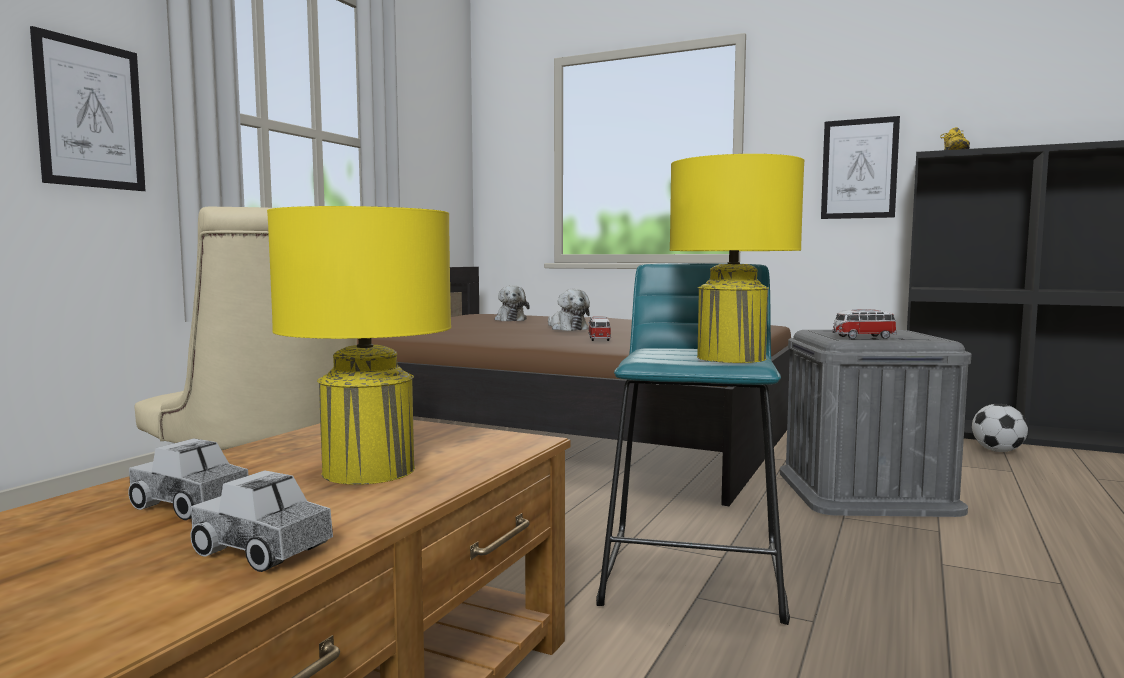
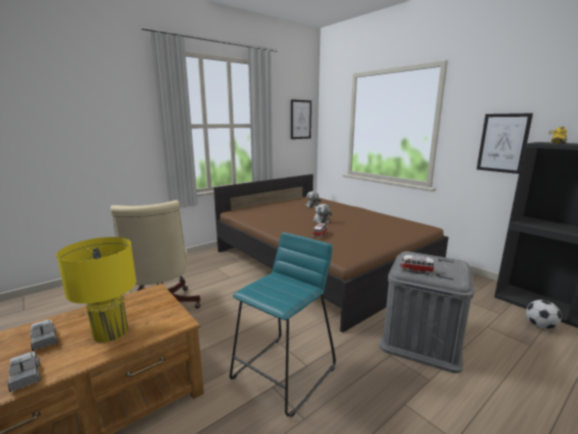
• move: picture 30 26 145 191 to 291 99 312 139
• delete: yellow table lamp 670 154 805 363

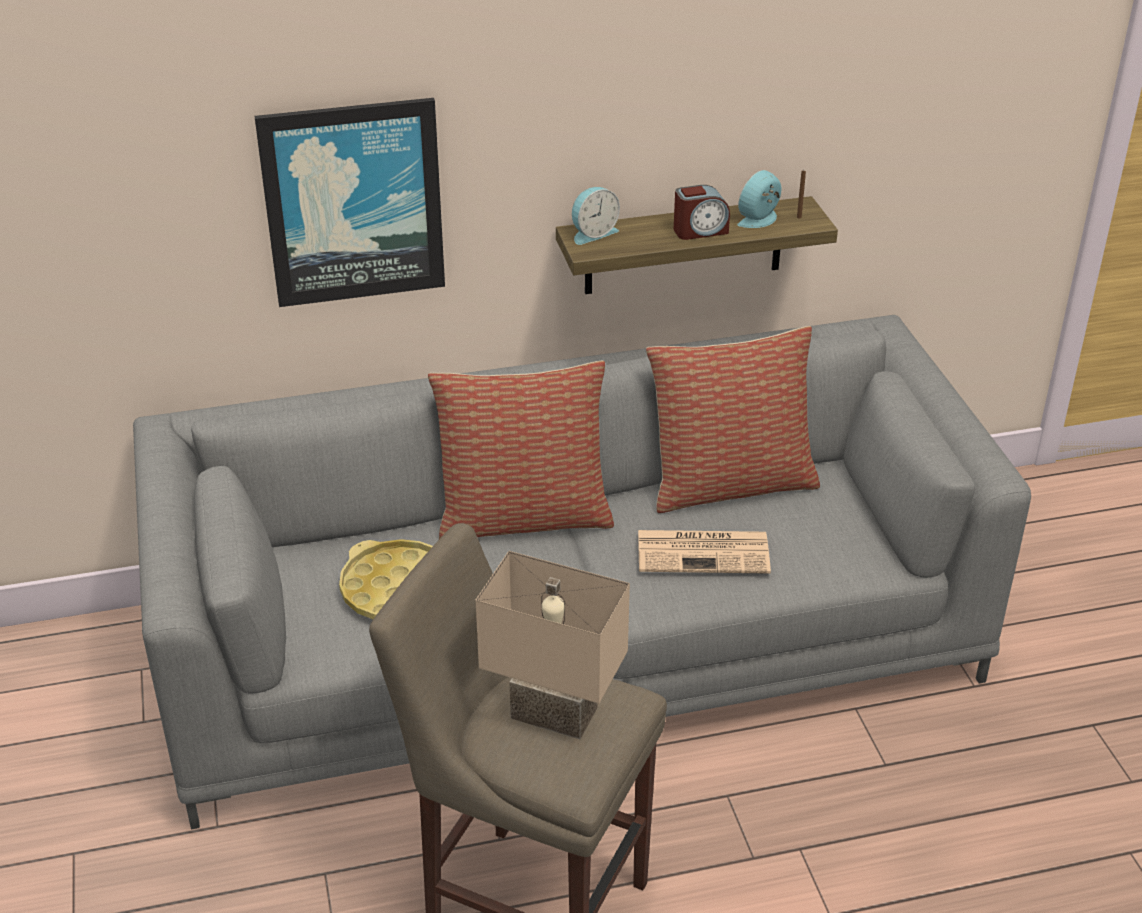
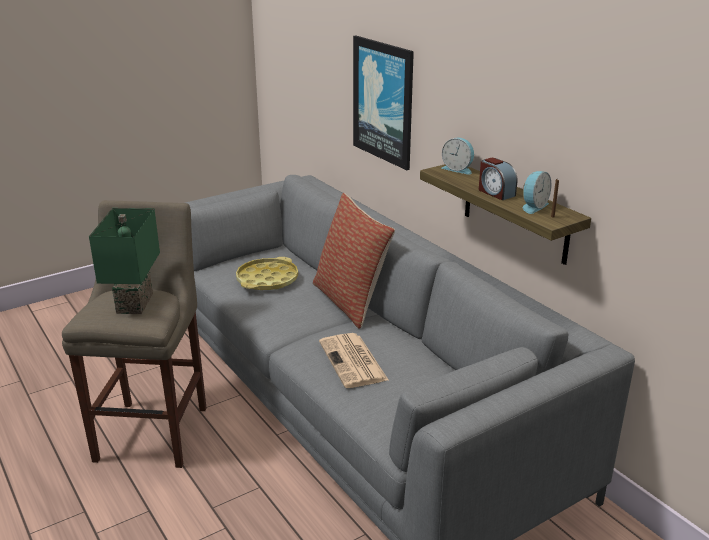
• rotate: alarm clock 737 170 781 228 = 523 171 551 214 105 degrees clockwise
• delete: pillow 646 326 820 513
• recolor: beige table lamp 476 551 630 739 to green table lamp 89 208 160 314

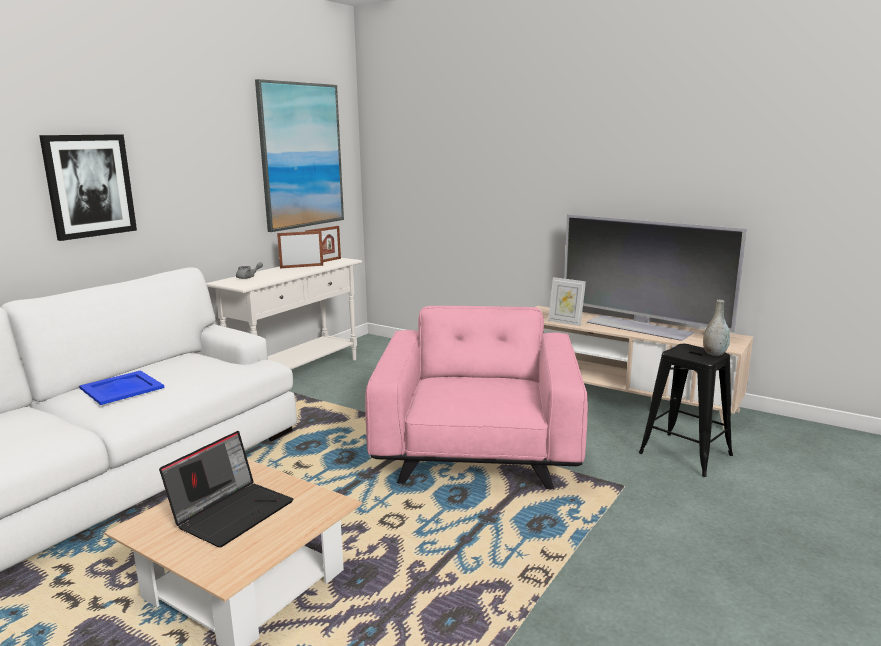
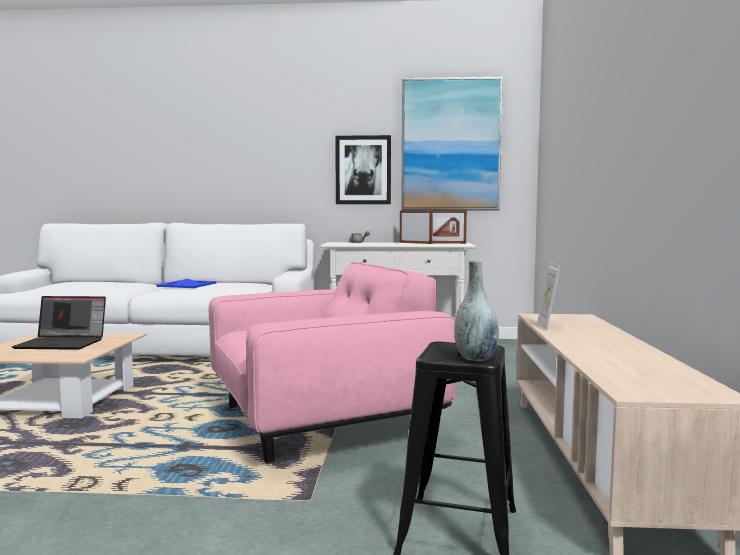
• move: picture 39 134 137 241 to 335 135 391 204
• delete: television 564 214 747 341

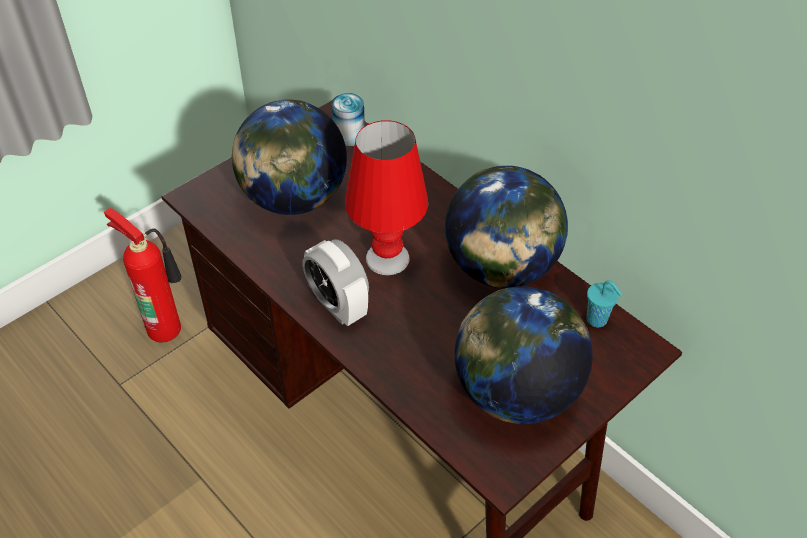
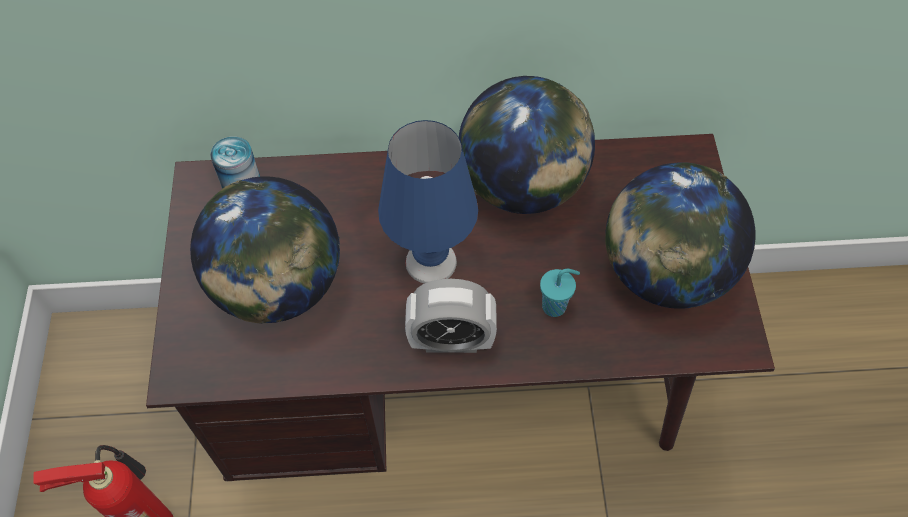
• recolor: red table lamp 345 120 428 275 to blue table lamp 378 120 478 284
• move: turquoise cup 586 280 622 328 to 540 269 580 317

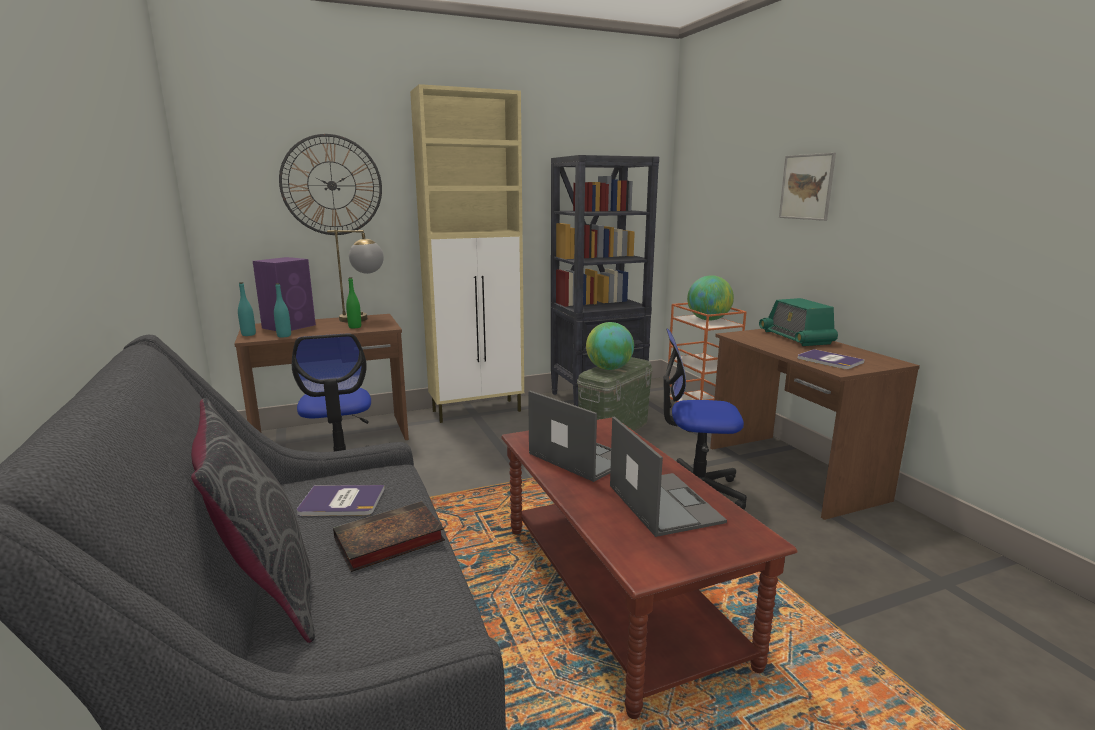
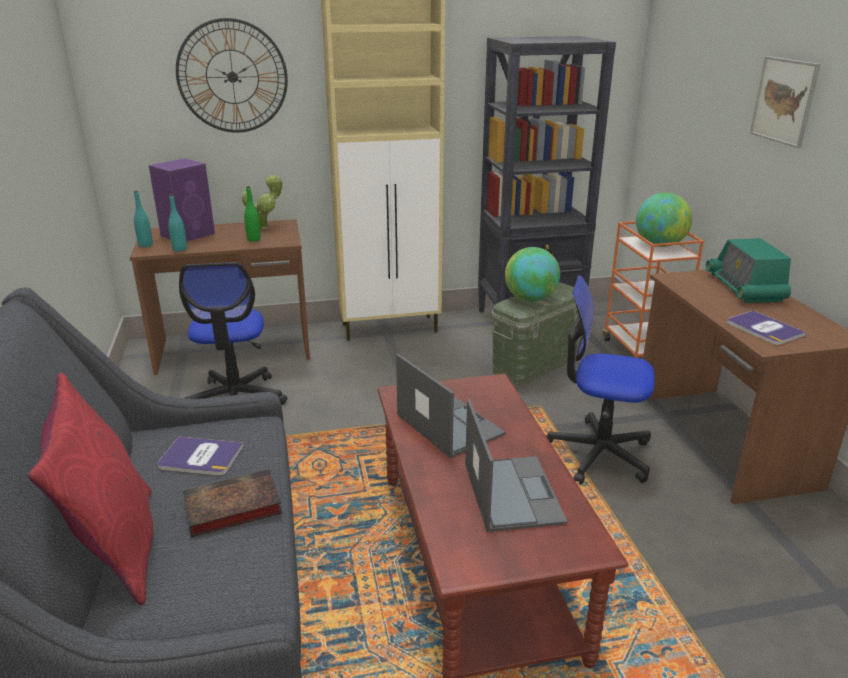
• replace: table lamp 327 230 384 322 to potted plant 242 175 283 229
• recolor: grey pillow 191 398 315 643 to red pillow 28 373 153 605

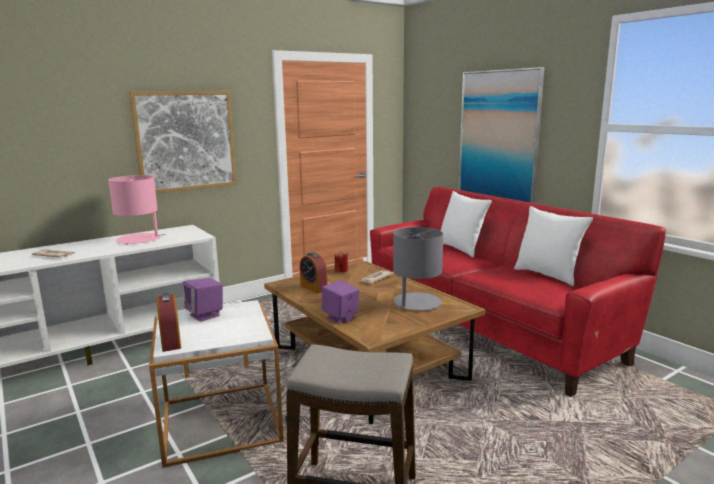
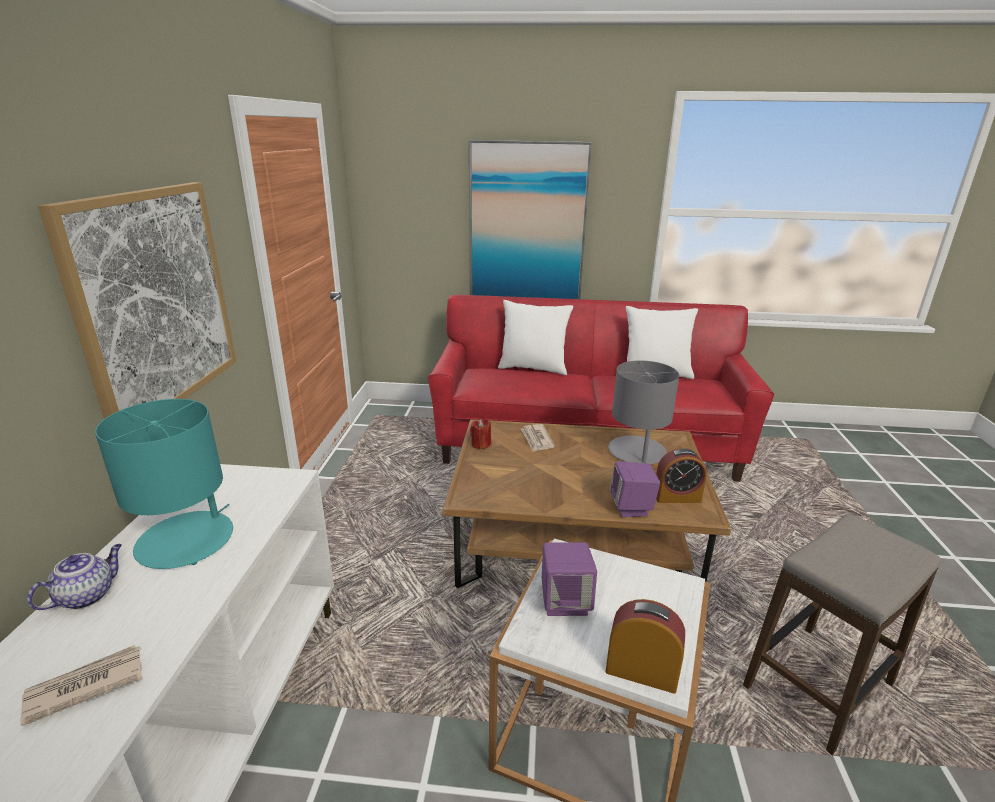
• recolor: pink table lamp 108 175 166 245 to turquoise table lamp 95 399 233 569
• move: alarm clock 300 252 328 293 to 656 448 707 503
• insert: teapot 27 544 122 610

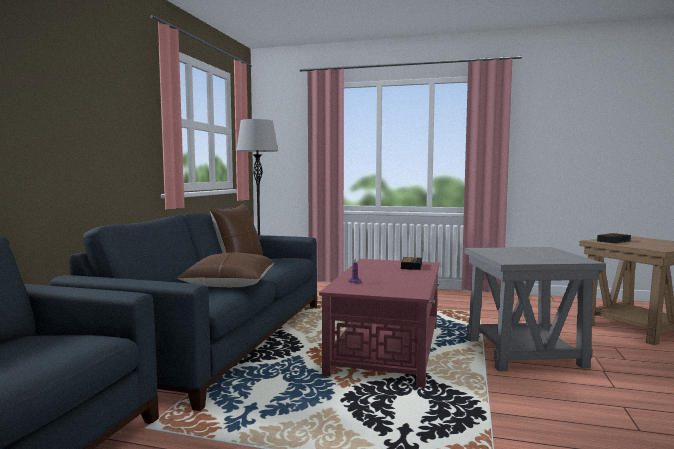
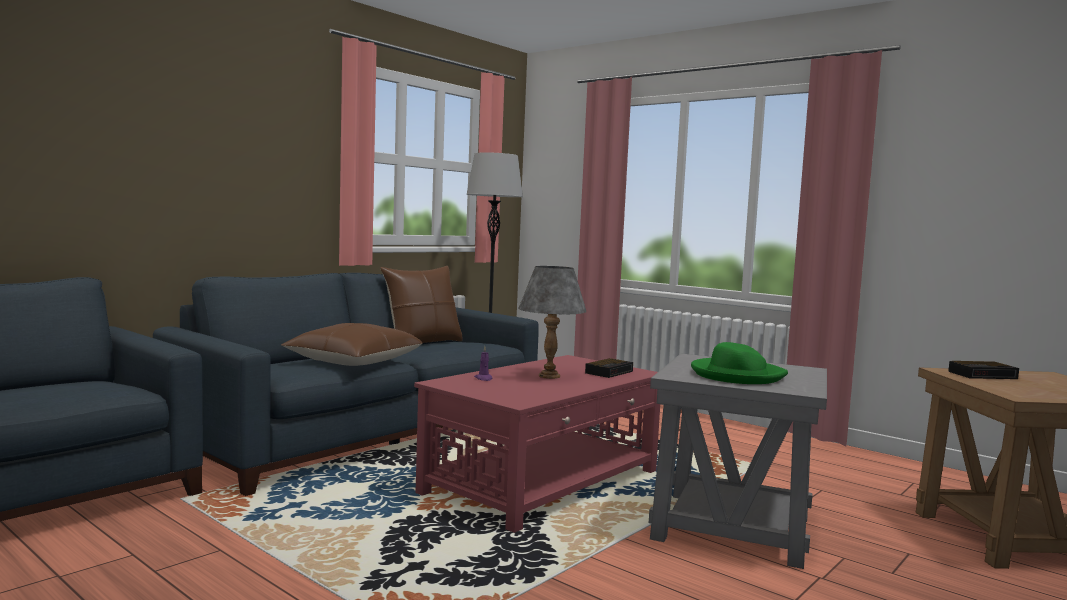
• insert: grey table lamp 518 266 587 379
• insert: green hat 691 342 788 384

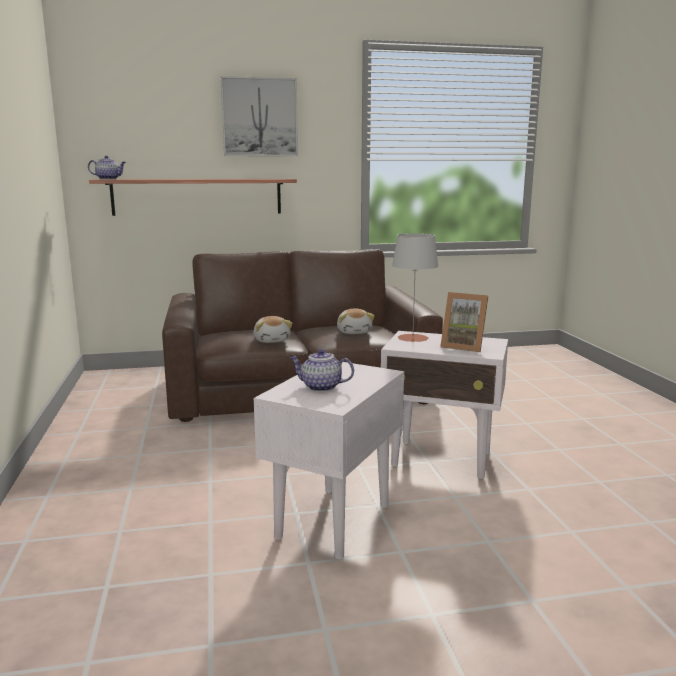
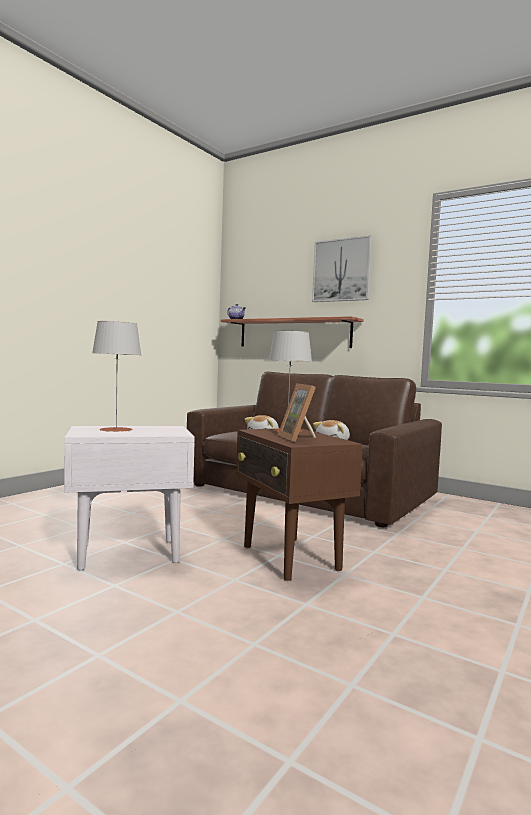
• recolor: white side table 381 331 508 479 to brown side table 236 428 363 581
• replace: teapot 290 349 354 392 to grey table lamp 92 321 141 432

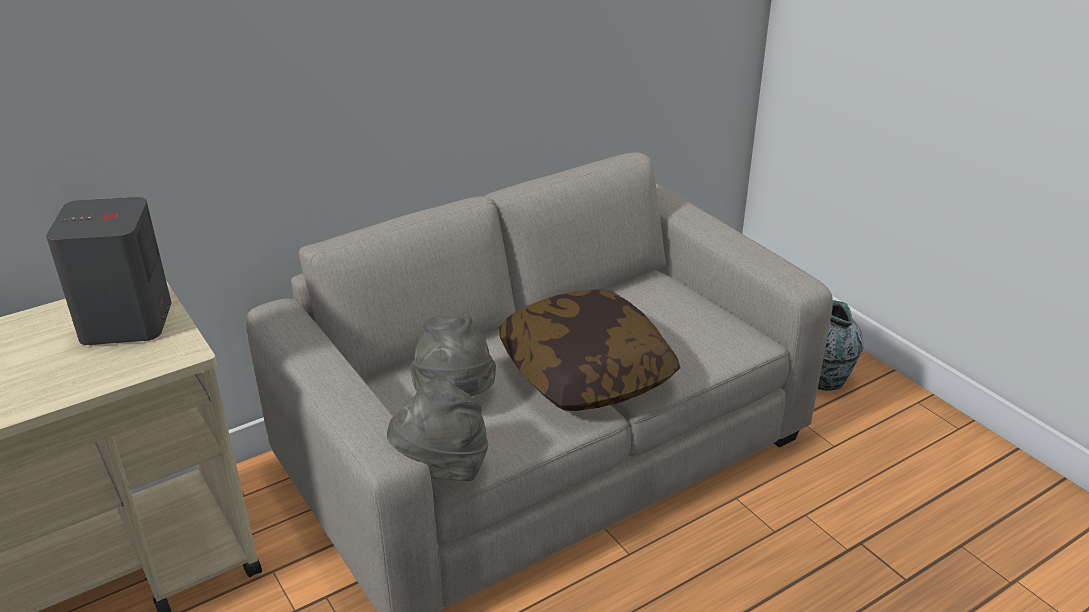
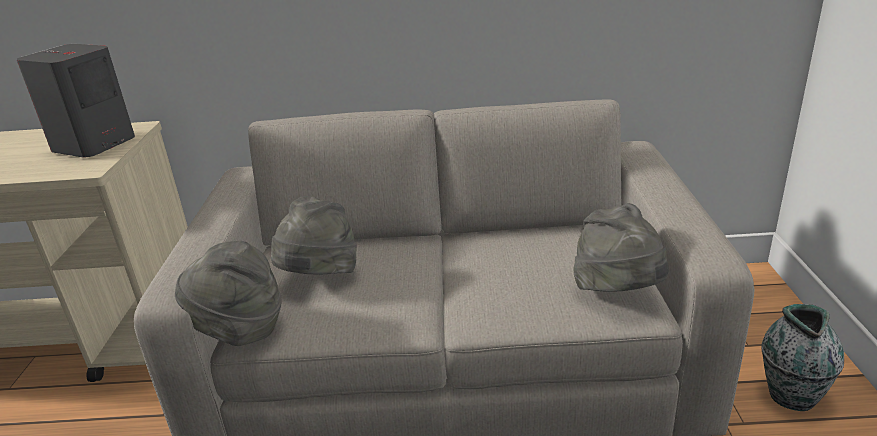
• delete: pillow 499 289 681 411
• insert: grey hat 574 203 669 292

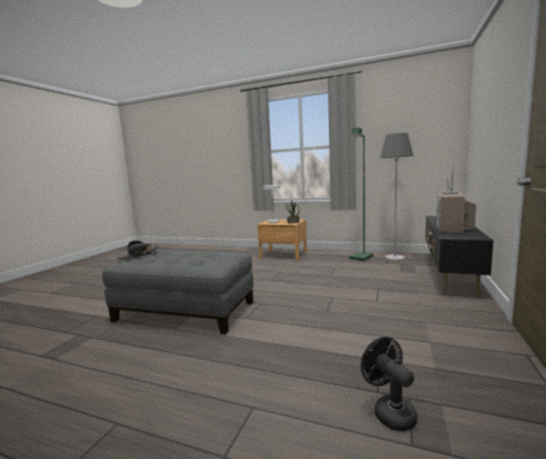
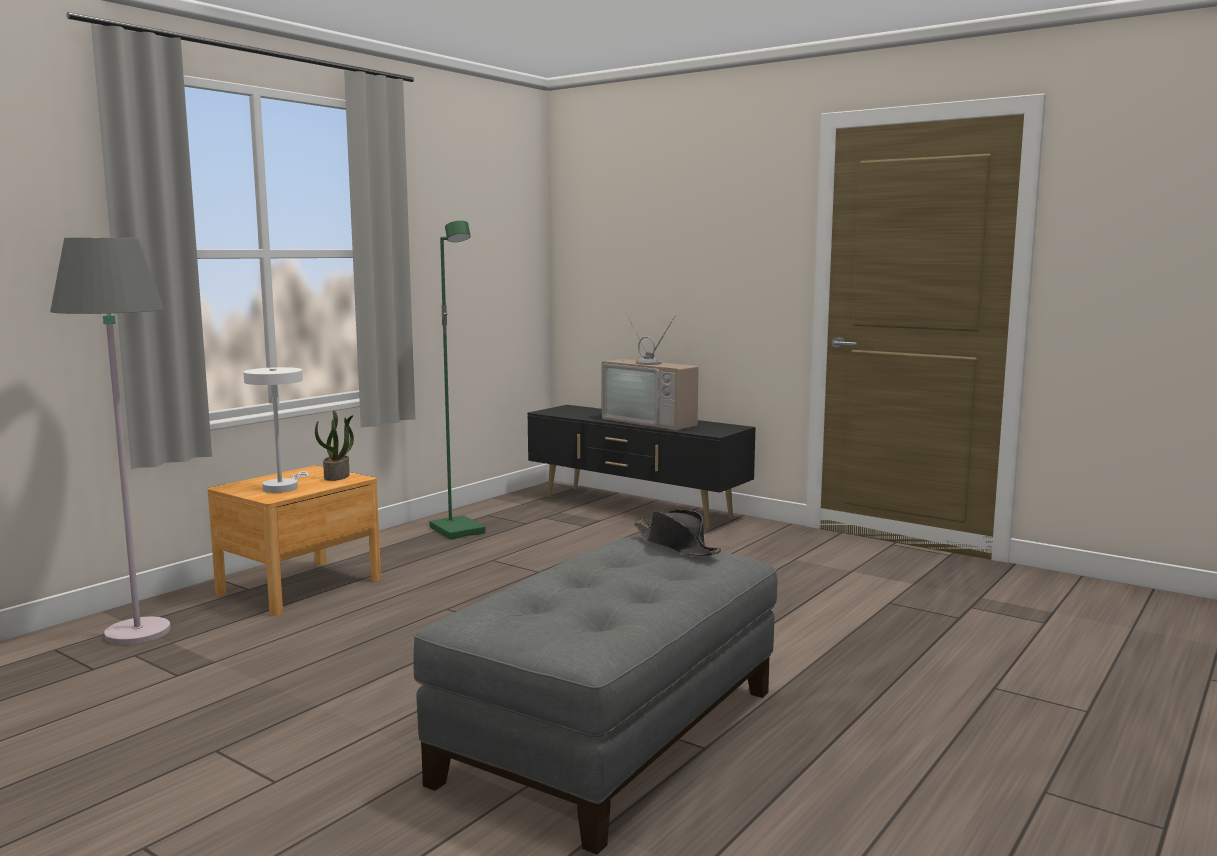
• move: grey floor lamp 380 133 413 261 to 50 237 171 645
• move: black hat 117 241 159 259 to 634 509 722 556
• delete: black fan 361 337 418 431

